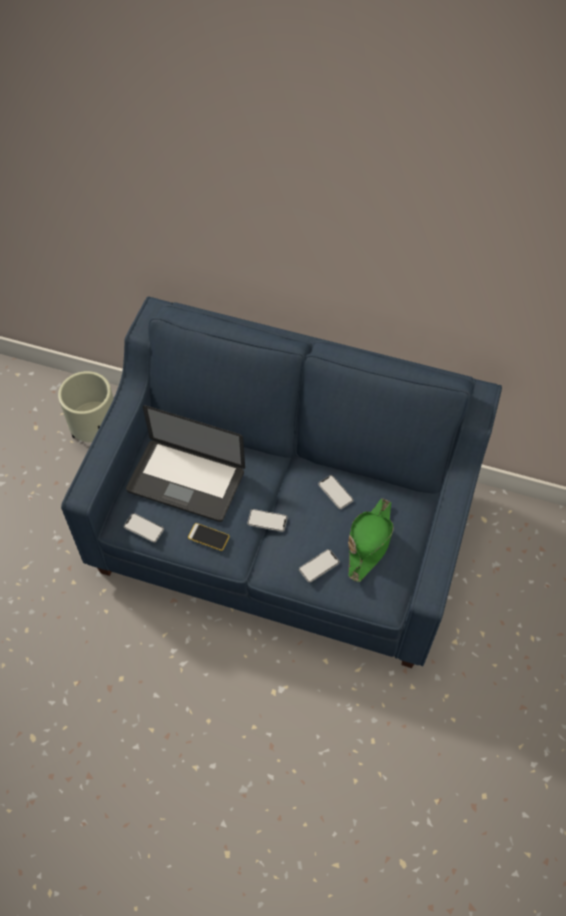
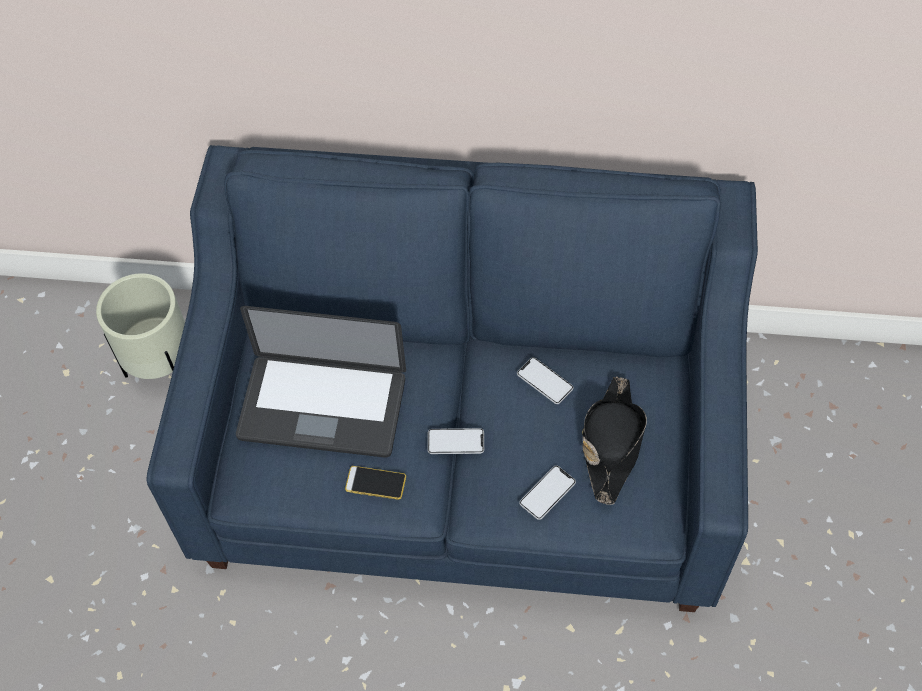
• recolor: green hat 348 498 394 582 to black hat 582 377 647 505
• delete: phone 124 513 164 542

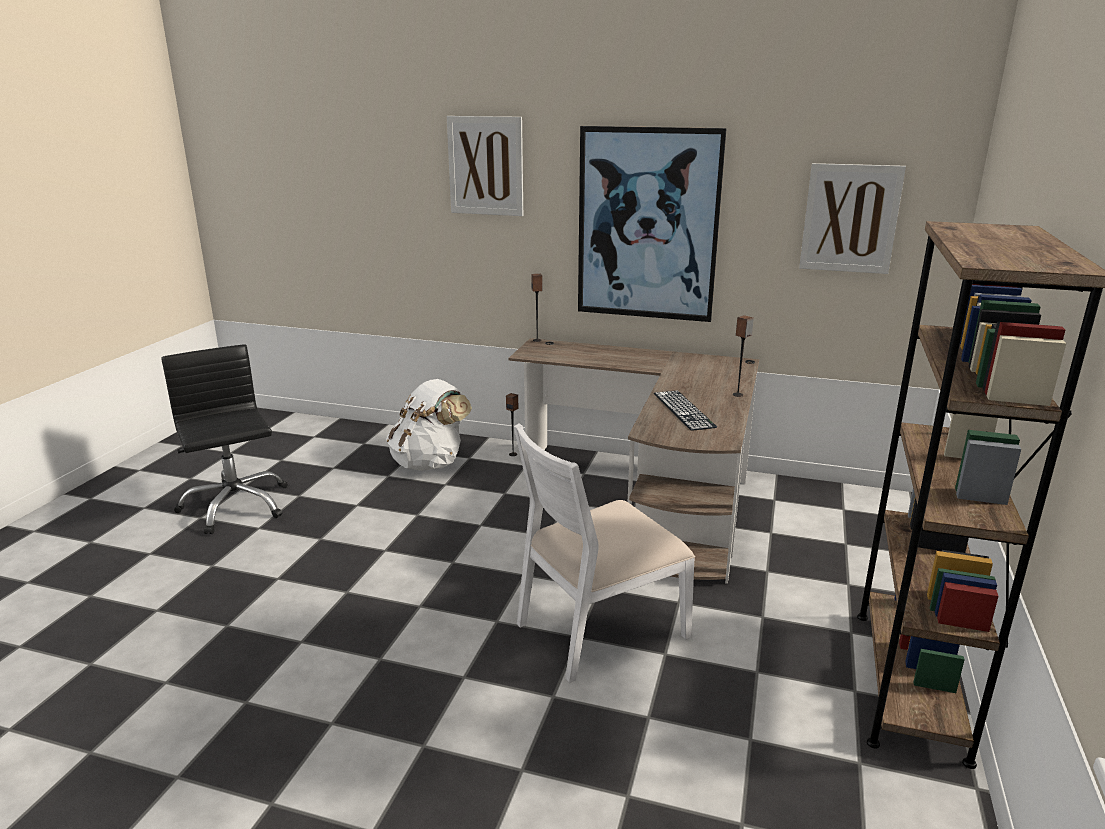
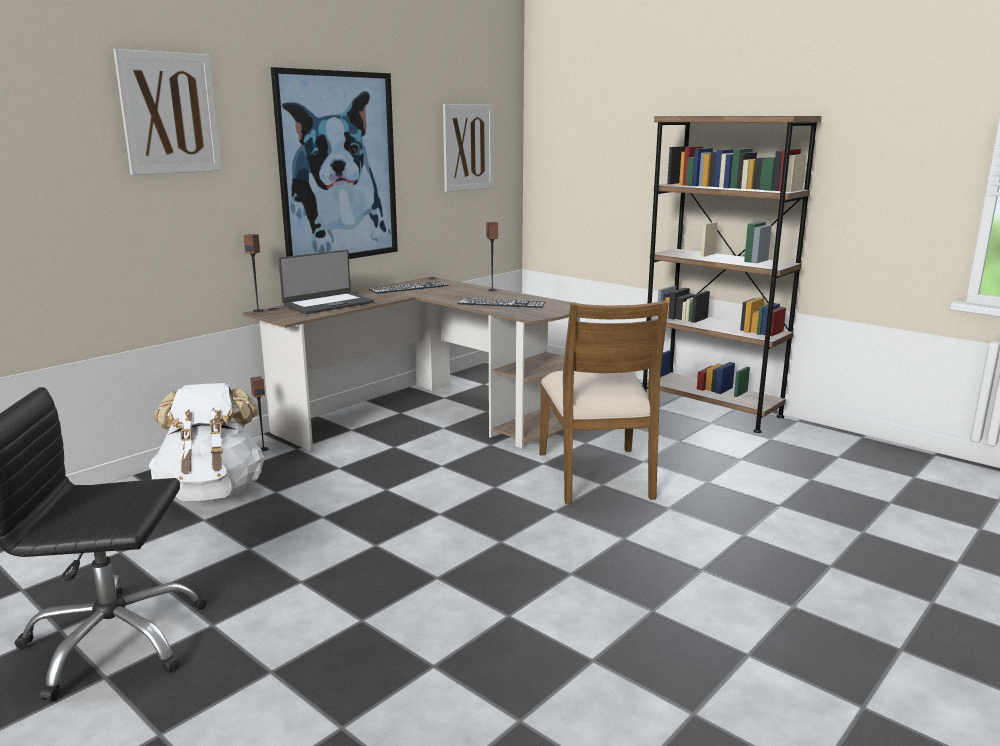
• recolor: white chair 514 424 695 683 to brown chair 539 300 668 504
• insert: laptop 278 250 374 314
• insert: keyboard 369 281 449 294

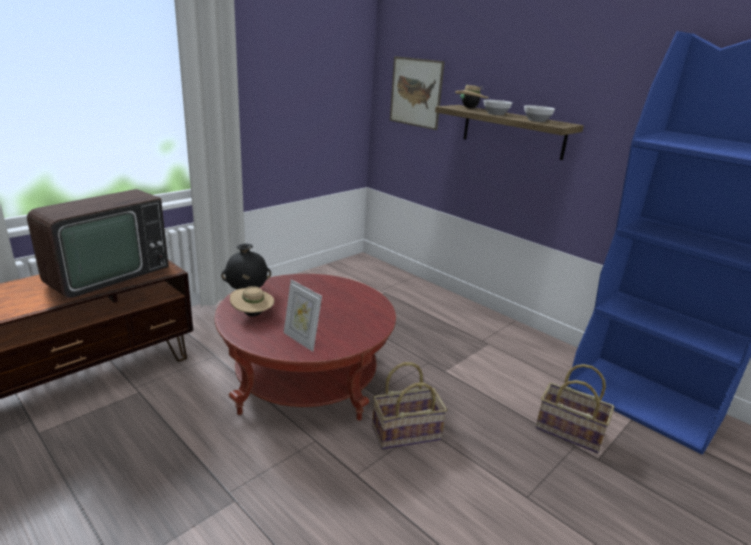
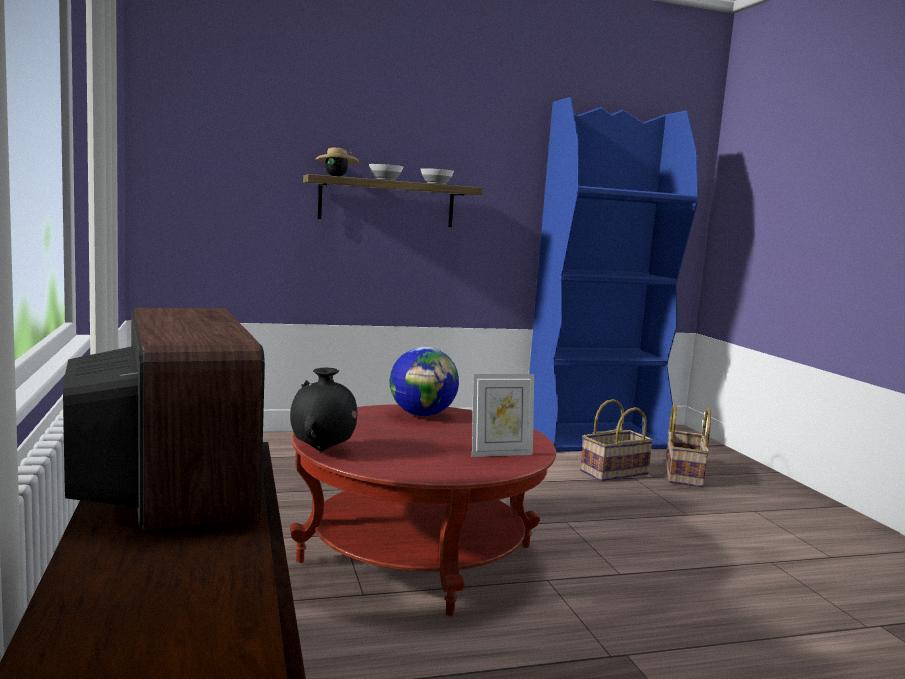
• delete: picture 390 56 445 130
• delete: beige hat 230 286 274 316
• move: basket 372 362 447 450 to 665 404 711 487
• insert: globe 390 347 459 416

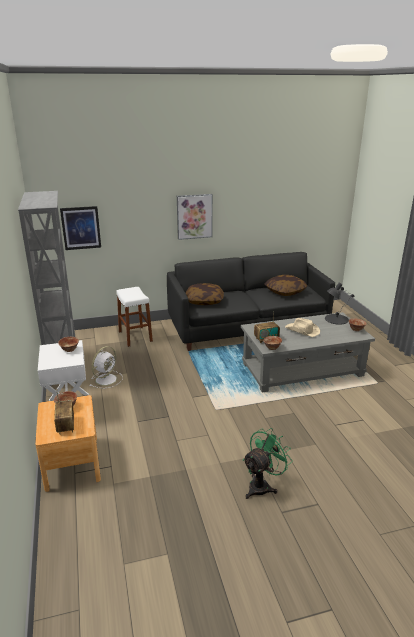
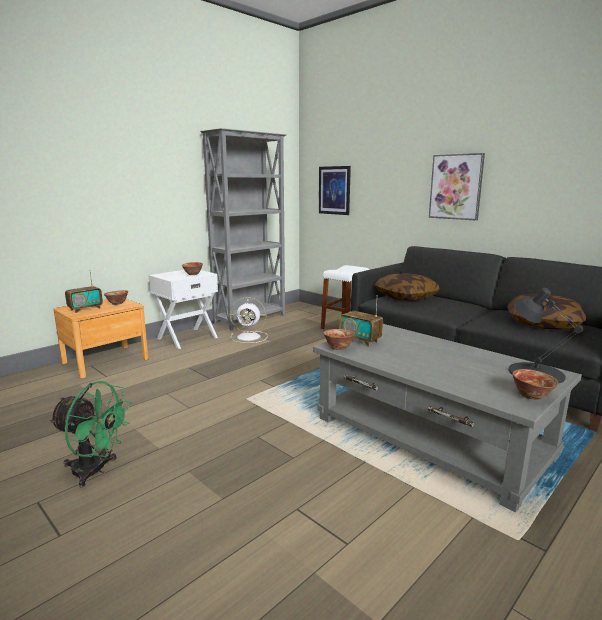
• delete: beige hat 285 318 320 337

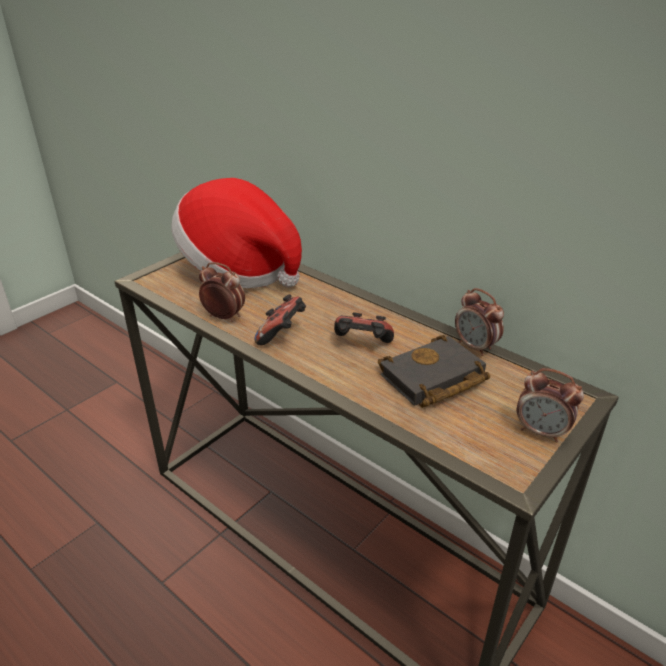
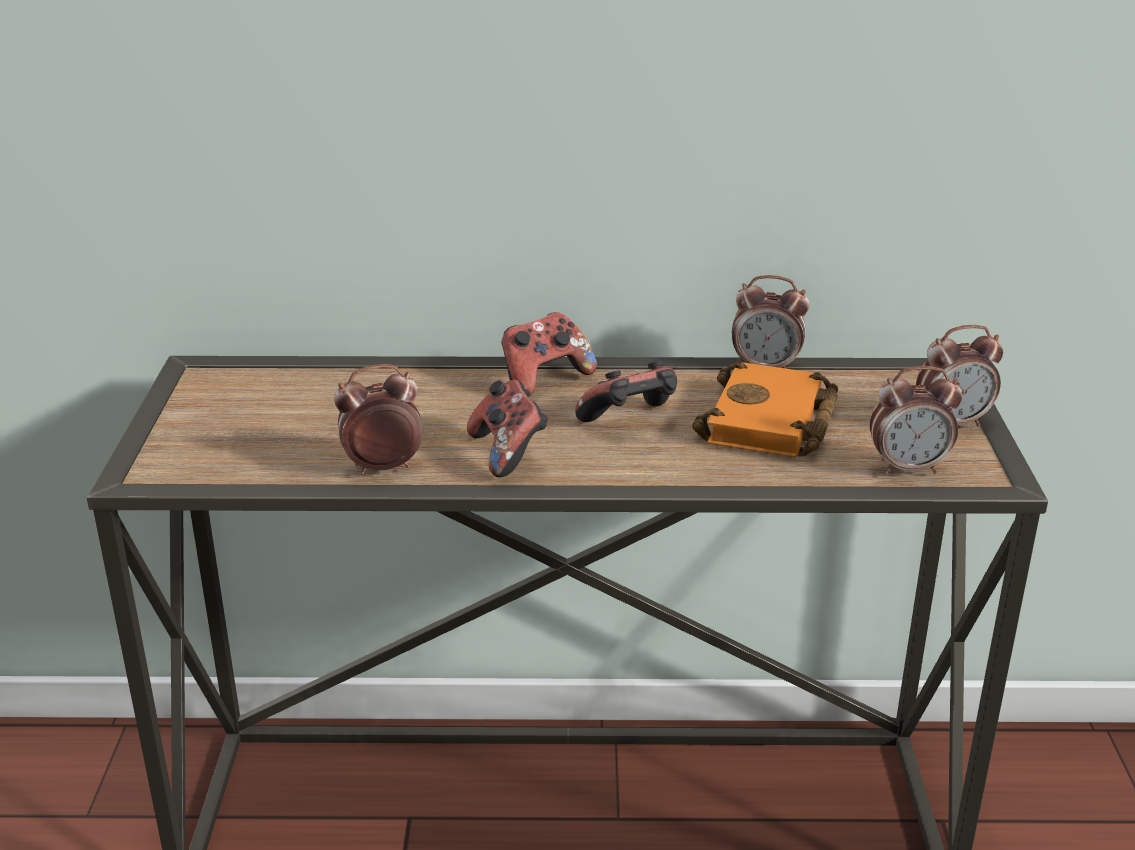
• delete: hat 171 178 302 288
• recolor: black book 378 335 490 408 to orange book 692 361 838 458
• insert: game controller 501 312 597 397
• insert: alarm clock 870 366 963 474

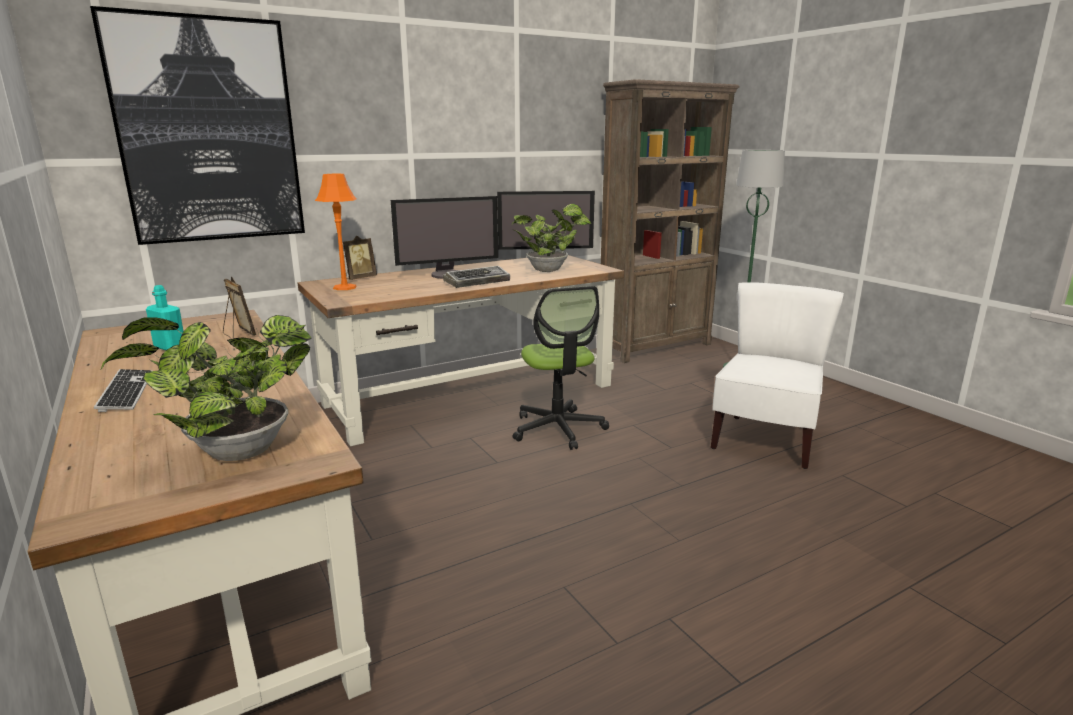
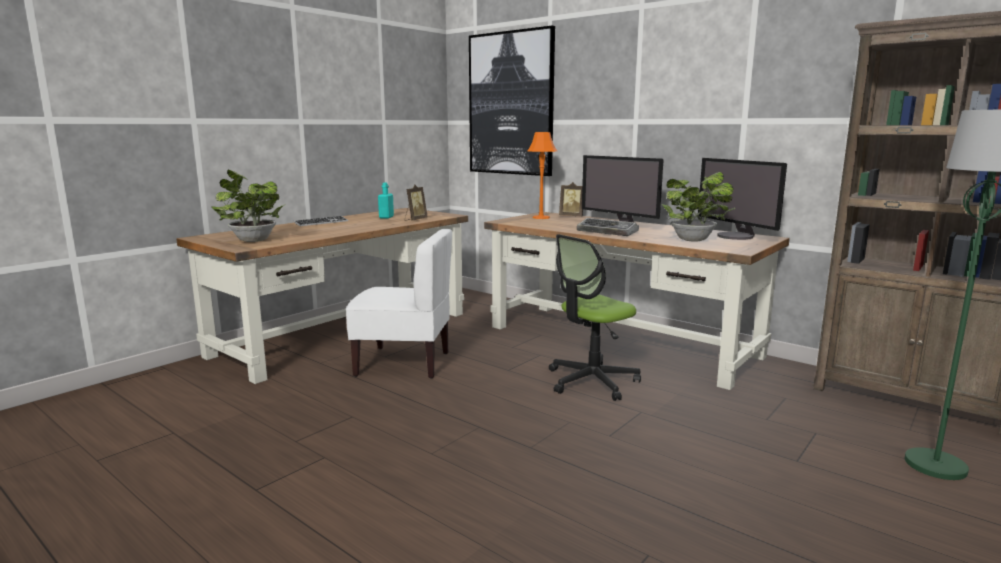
• move: white chair 711 282 844 469 to 346 229 452 379

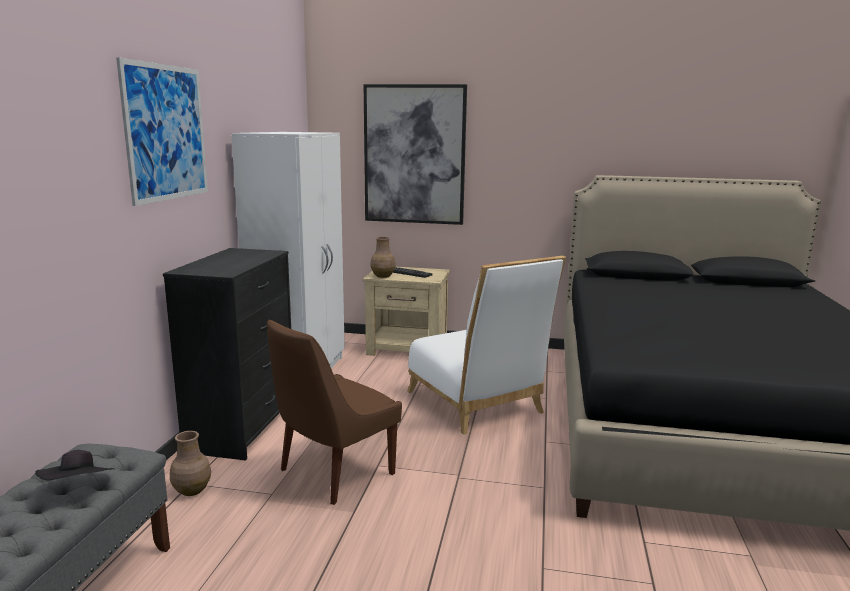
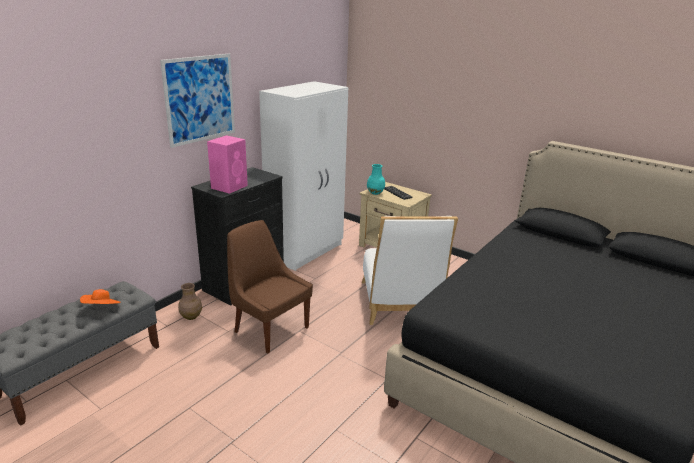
• delete: picture 364 84 467 225
• recolor: brown vase 371 237 396 278 to turquoise vase 367 164 385 195
• rotate: brown chair 267 319 402 505 = 227 220 313 354 60 degrees clockwise
• recolor: black hat 35 450 114 480 to orange hat 80 289 121 304
• insert: pink speaker 207 135 248 194

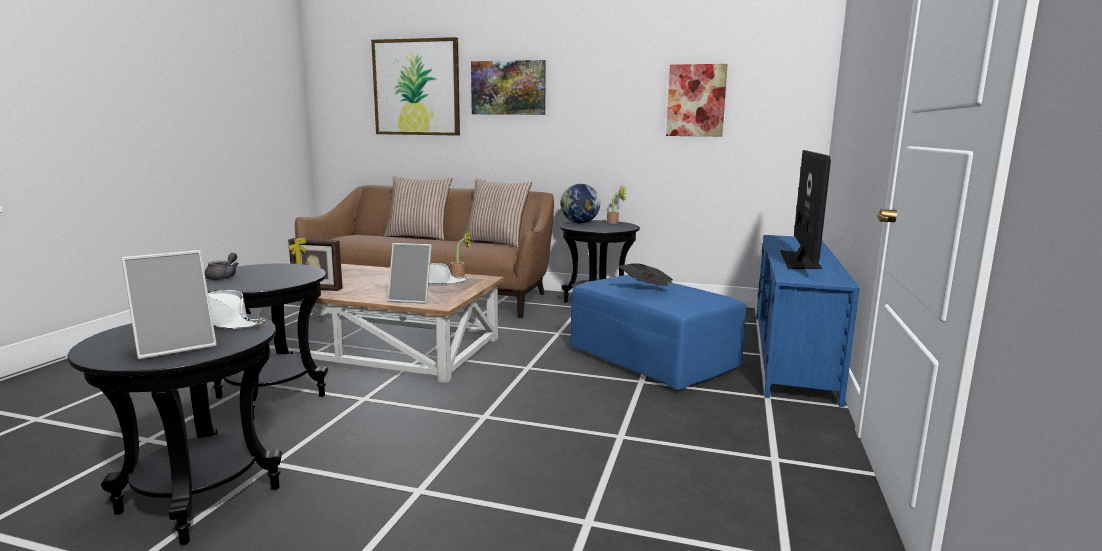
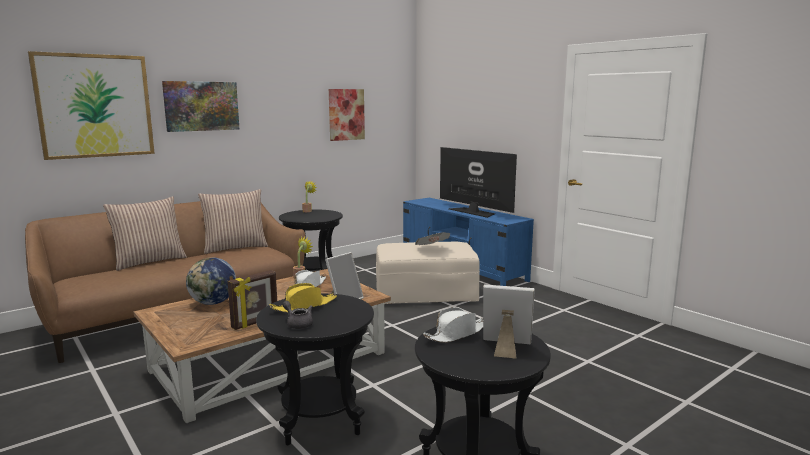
• move: globe 560 184 600 224 to 186 257 236 305
• rotate: picture frame 121 250 217 360 = 483 285 535 359 75 degrees counterclockwise
• recolor: blue ottoman 570 275 746 390 to beige ottoman 376 241 480 304
• insert: yellow hat 269 283 337 313

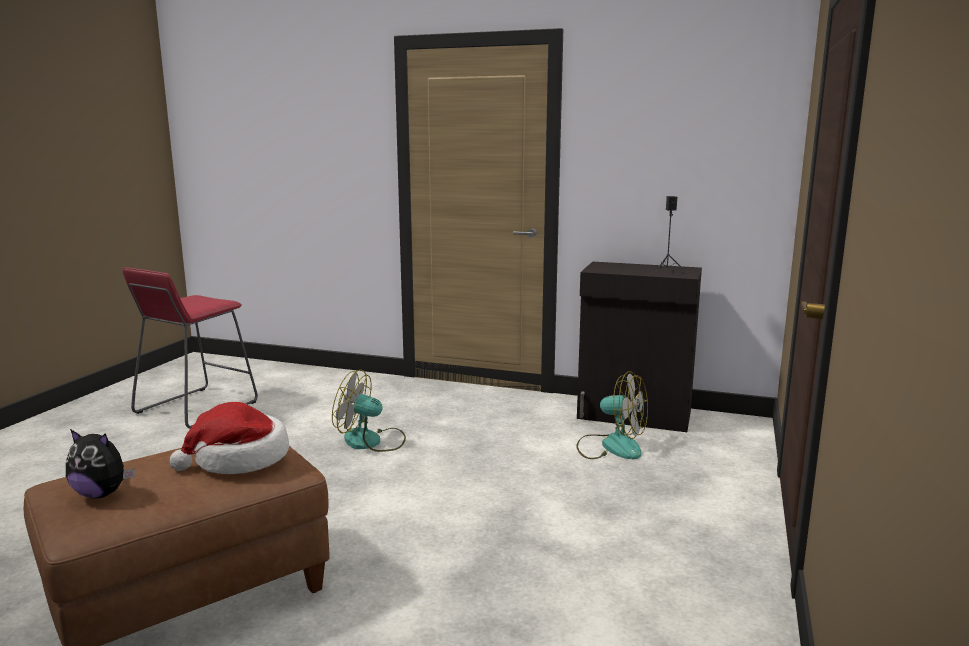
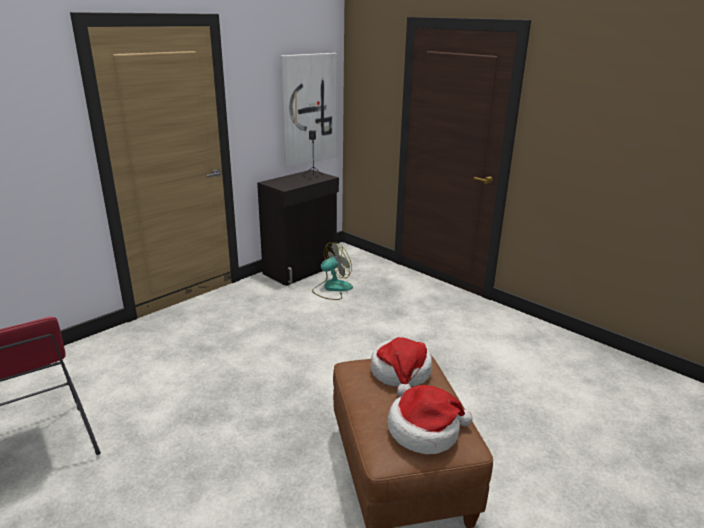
• delete: fan 332 369 406 452
• replace: plush toy 66 429 135 499 to hat 388 385 473 454
• insert: picture 280 53 337 168

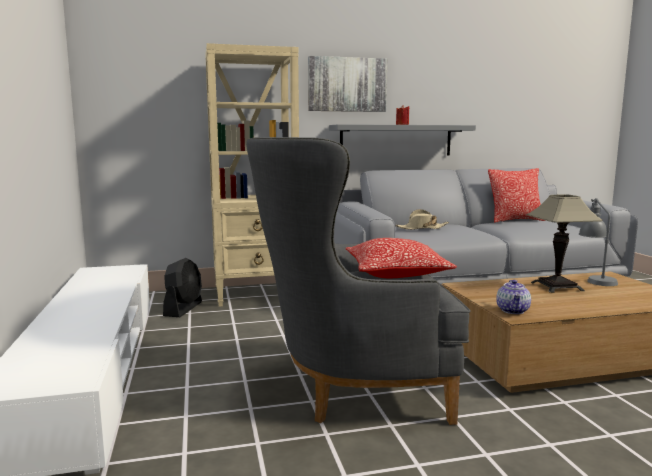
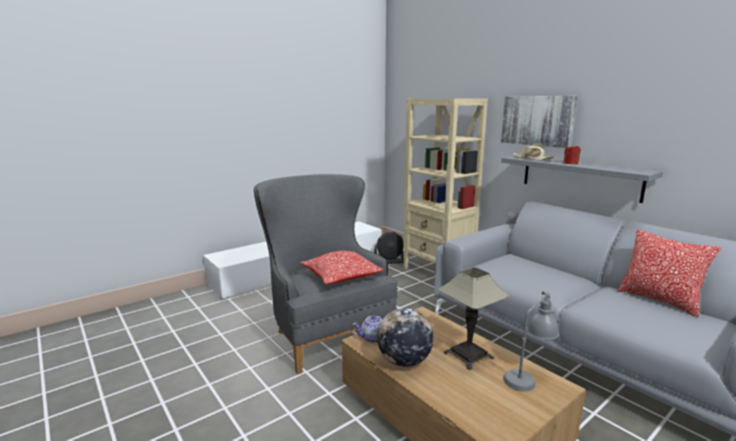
• move: beige hat 396 209 449 230 to 513 143 555 160
• insert: globe 377 308 434 367

